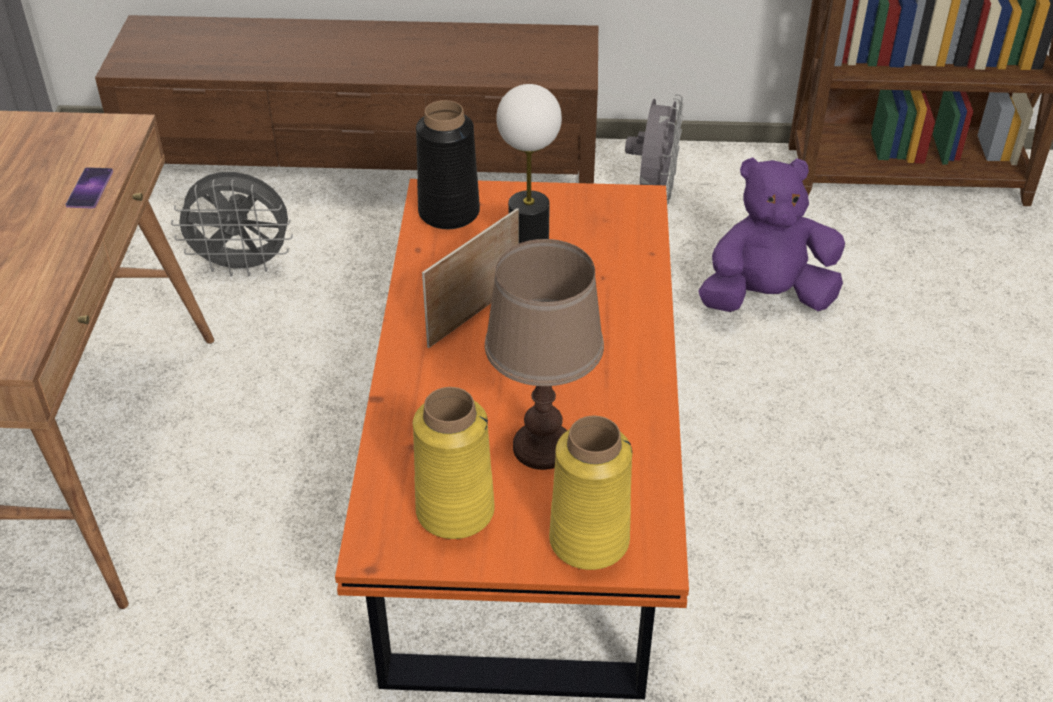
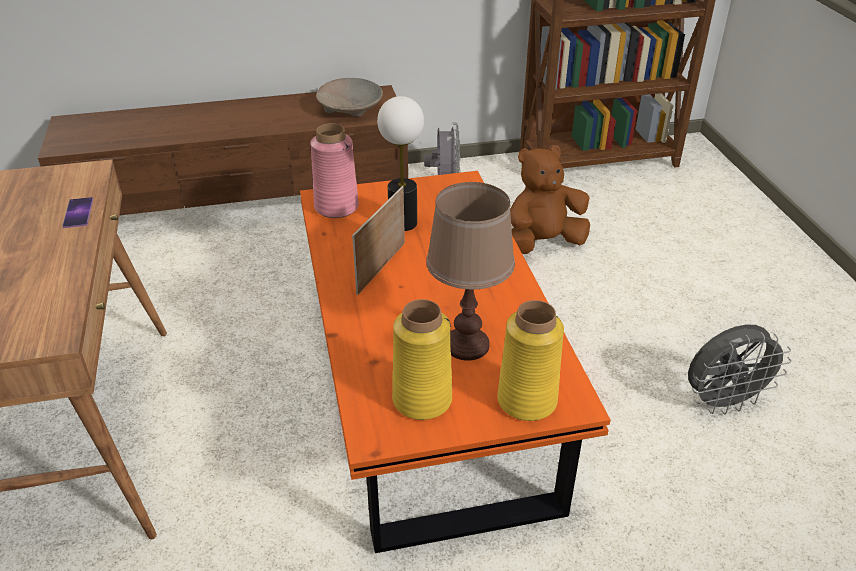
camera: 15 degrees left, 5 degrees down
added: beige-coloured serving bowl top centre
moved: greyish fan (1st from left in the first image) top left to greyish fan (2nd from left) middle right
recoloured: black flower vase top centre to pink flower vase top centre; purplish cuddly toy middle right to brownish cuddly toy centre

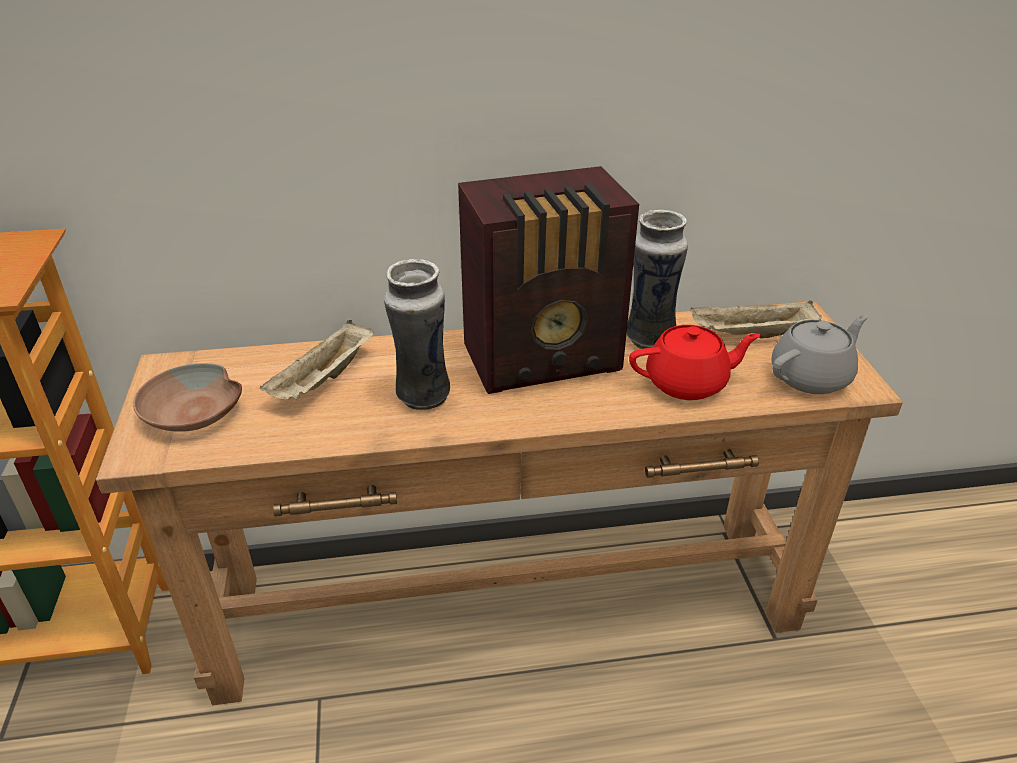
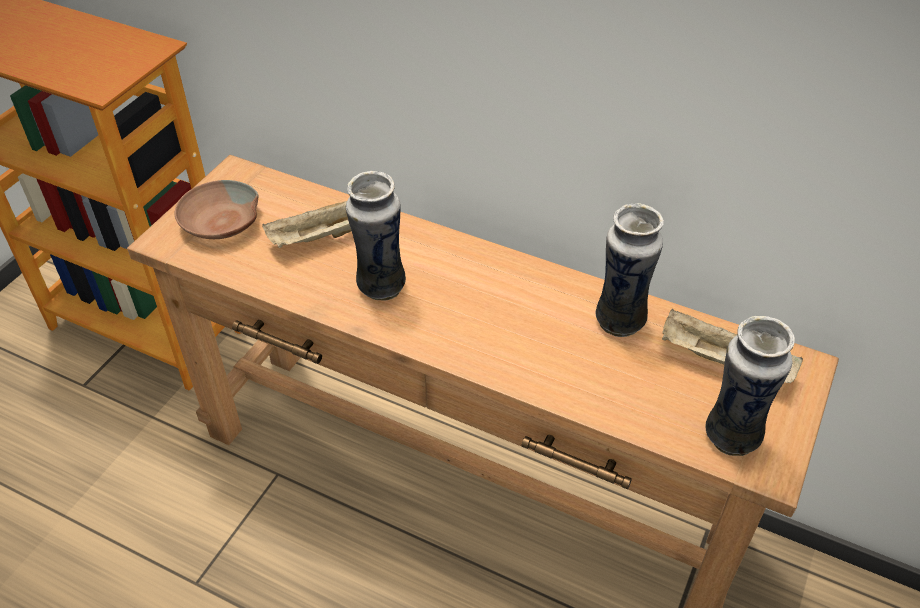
camera: 35 degrees right, 10 degrees up
removed: radio receiver centre; reddish tea pot middle right
replaced: greyish tea pot middle right to flower vase (3rd from left) middle right

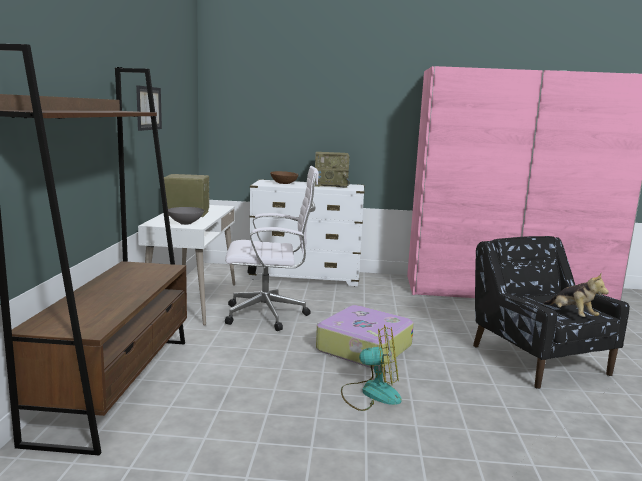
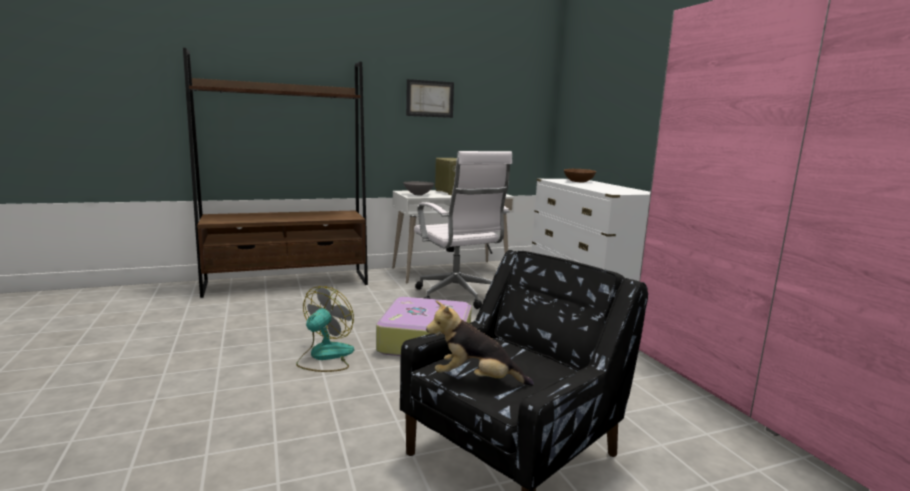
camera: 65 degrees right, 0 degrees up
removed: radio receiver (2nd from left) centre
turned: cuddly toy middle right = bottom centre 60 degrees clockwise; fan bottom centre = bottom centre 135 degrees counterclockwise

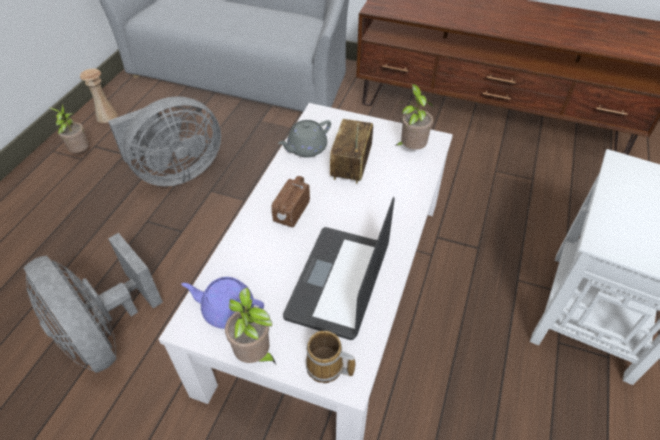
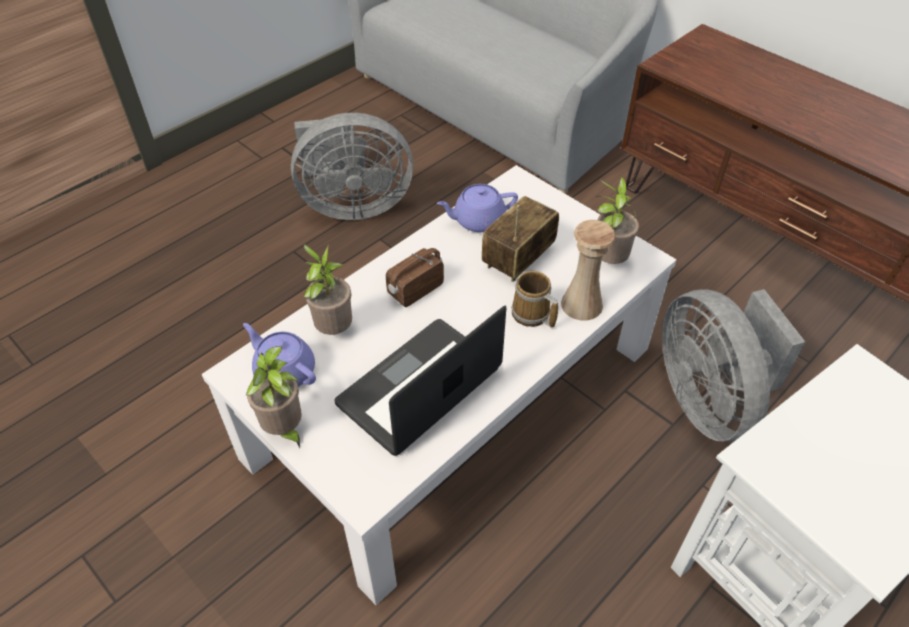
camera: 25 degrees right, 0 degrees up
moved: beige-coloured flower vase top left to centre; plant in a pot (1st from left in the first image) top left to plant in a pot (2nd from left) centre; greyish fan (1st from left in the first image) bottom left to greyish fan (2nd from left) middle right; tea mug bottom centre to centre
recoloured: greyish tea pot top centre to purplish tea pot (2nd from left) top centre

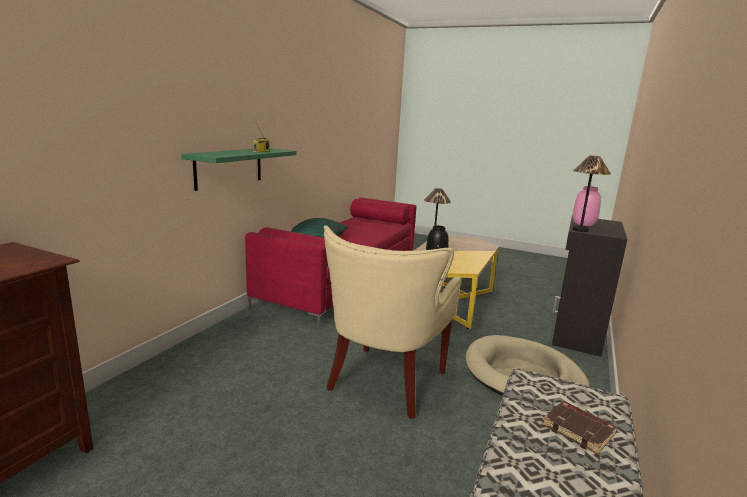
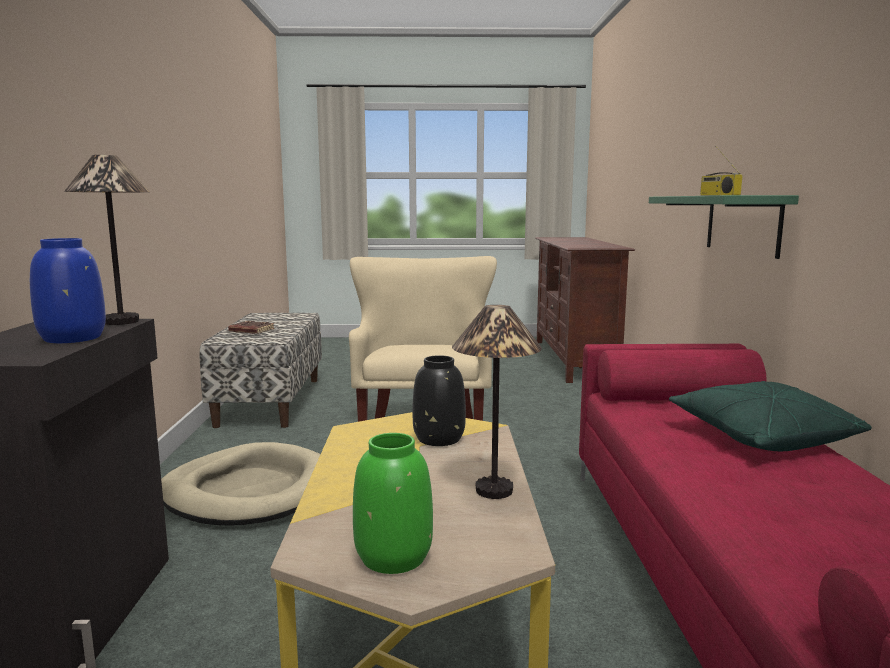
camera: 155 degrees right, 5 degrees down
added: greenish flower vase bottom centre
recoloured: pink flower vase middle right to bluish flower vase middle left

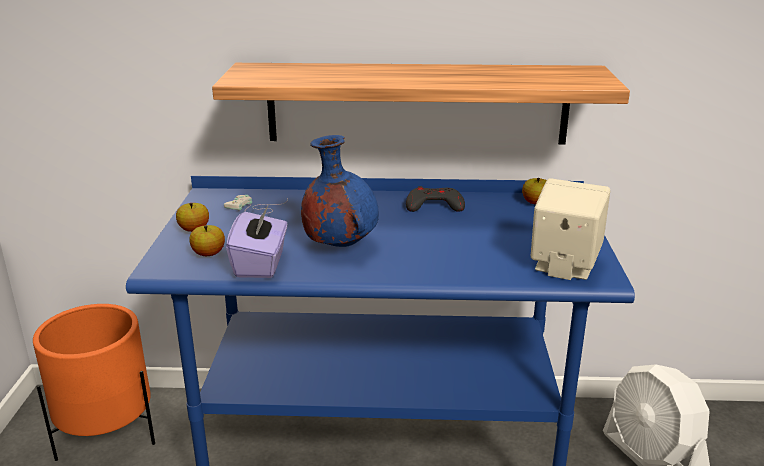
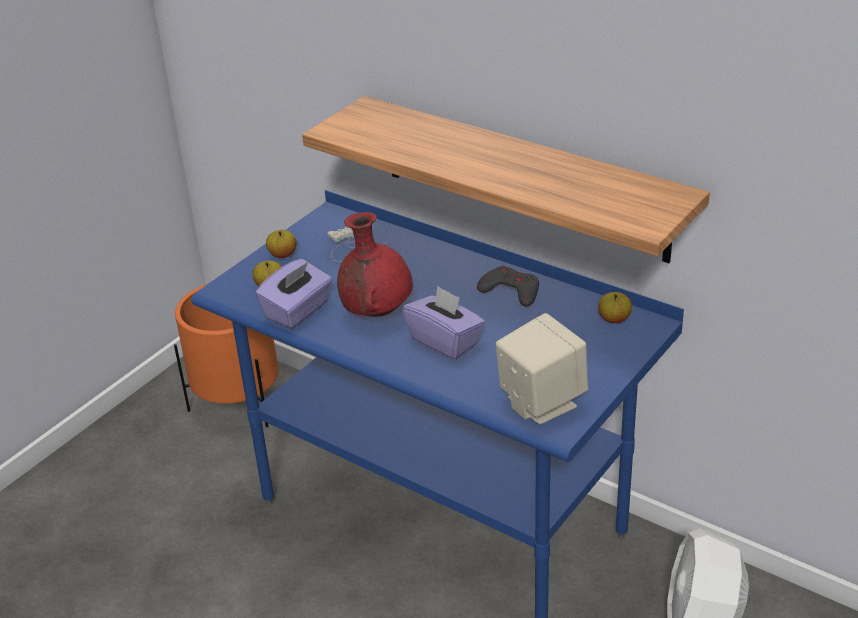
camera: 35 degrees right, 10 degrees up
added: purplish tissue holder (2nd from left) centre
recoloured: bluish flower vase centre to reddish flower vase centre

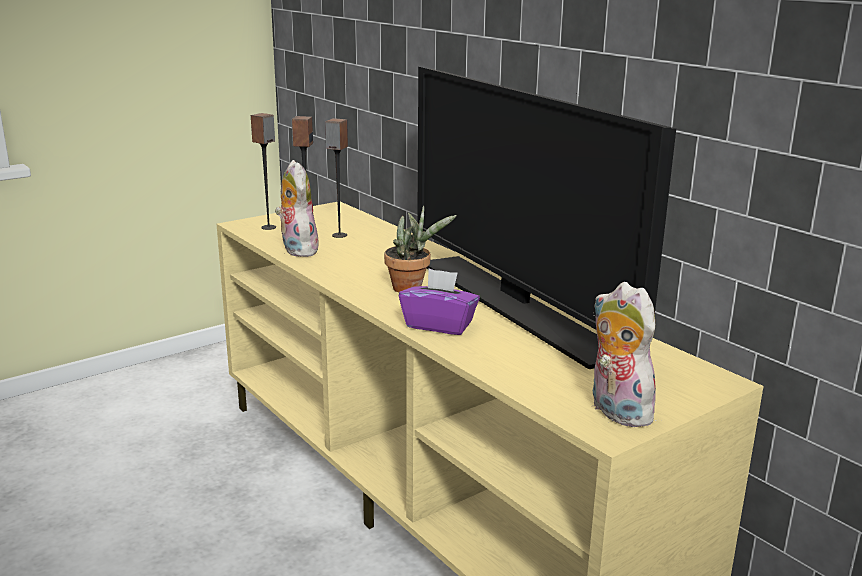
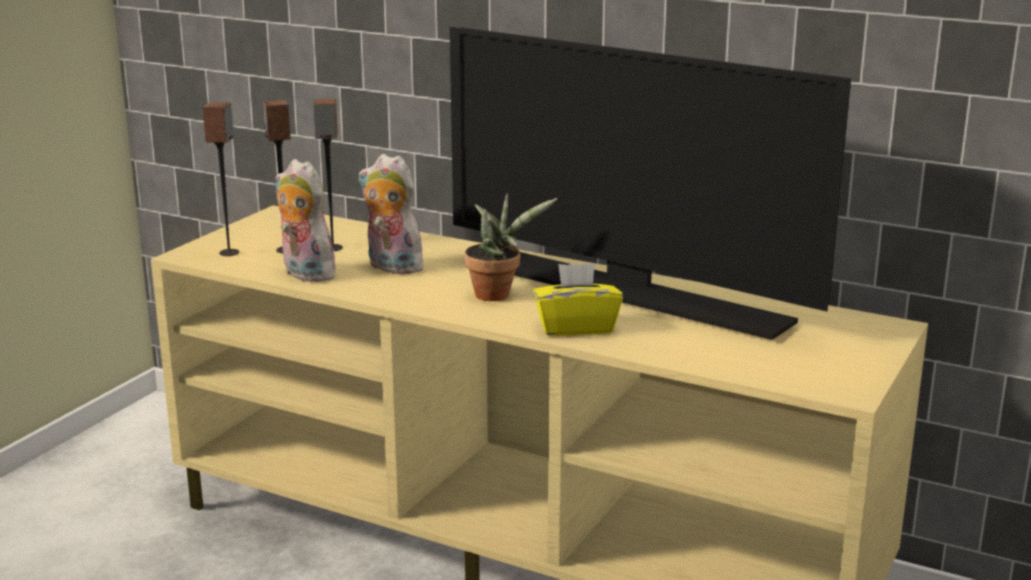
camera: 25 degrees left, 0 degrees up
moved: cuddly toy (2nd from left) middle right to centre
recoloured: purplish tissue holder centre to yellow-coloured tissue holder centre

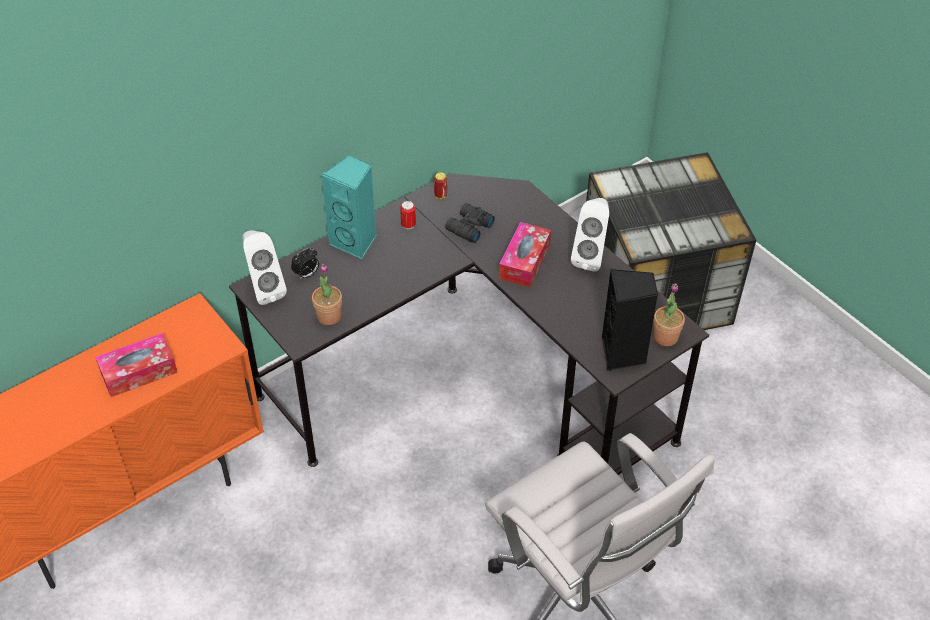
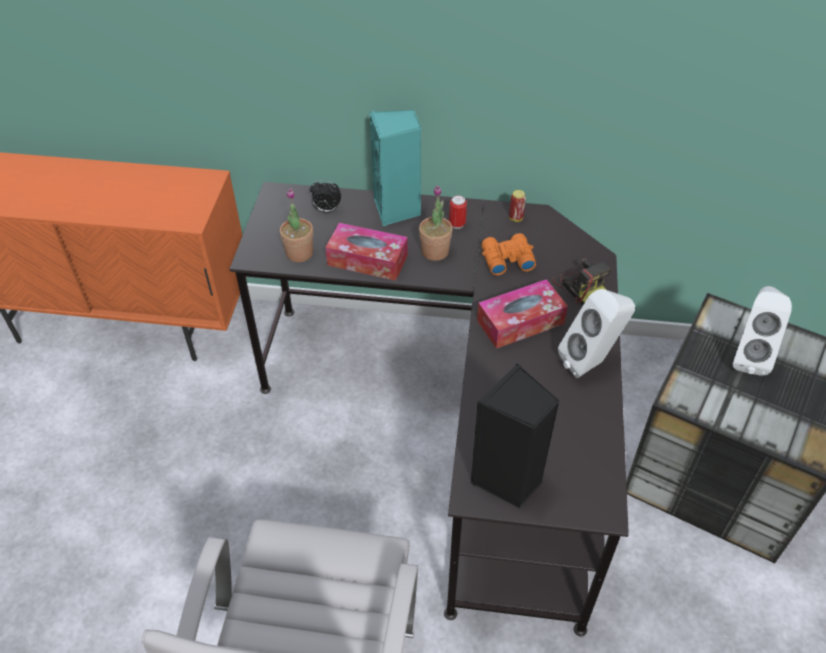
camera: 45 degrees right, 0 degrees up
added: photo camera middle right
moved: whitish loudspeaker (1st from left in the first image) middle left to whitish loudspeaker (2nd from left) middle right; plant in a pot (2nd from left) middle right to centre; tissue holder (1st from left) middle left to centre
recoloured: black field glasses centre to orangey field glasses centre

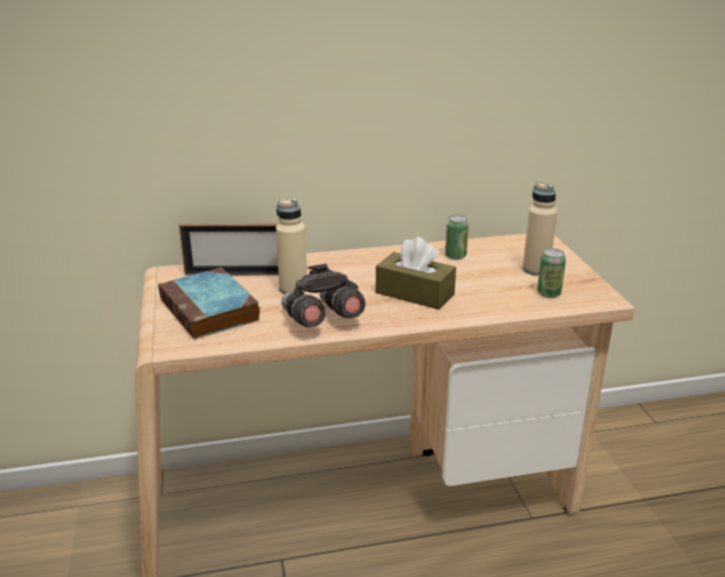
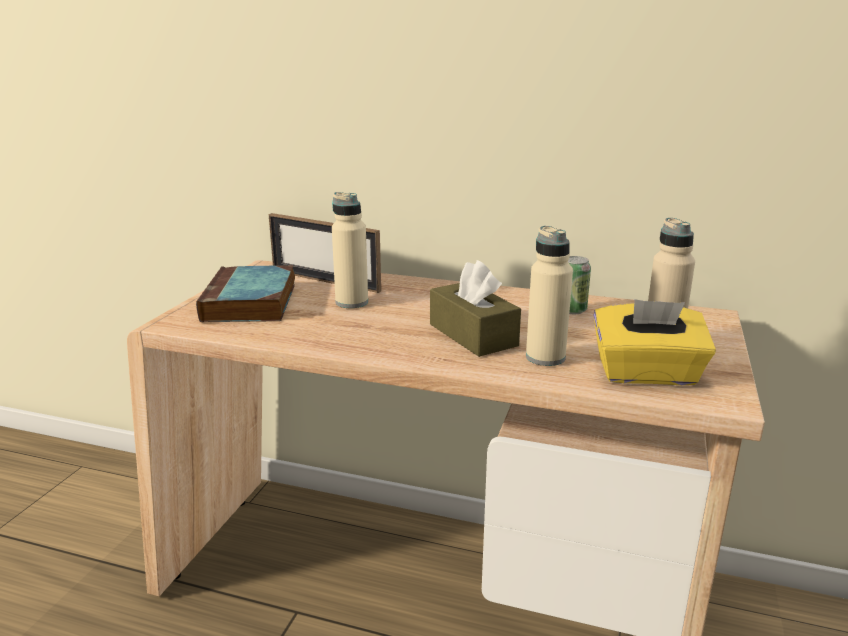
camera: 30 degrees right, 5 degrees down
removed: greyish field glasses centre
added: beige-coloured drink bottle (2nd from left) centre
replaced: metal can (2nd from left) middle right to yellow-coloured tissue holder middle right

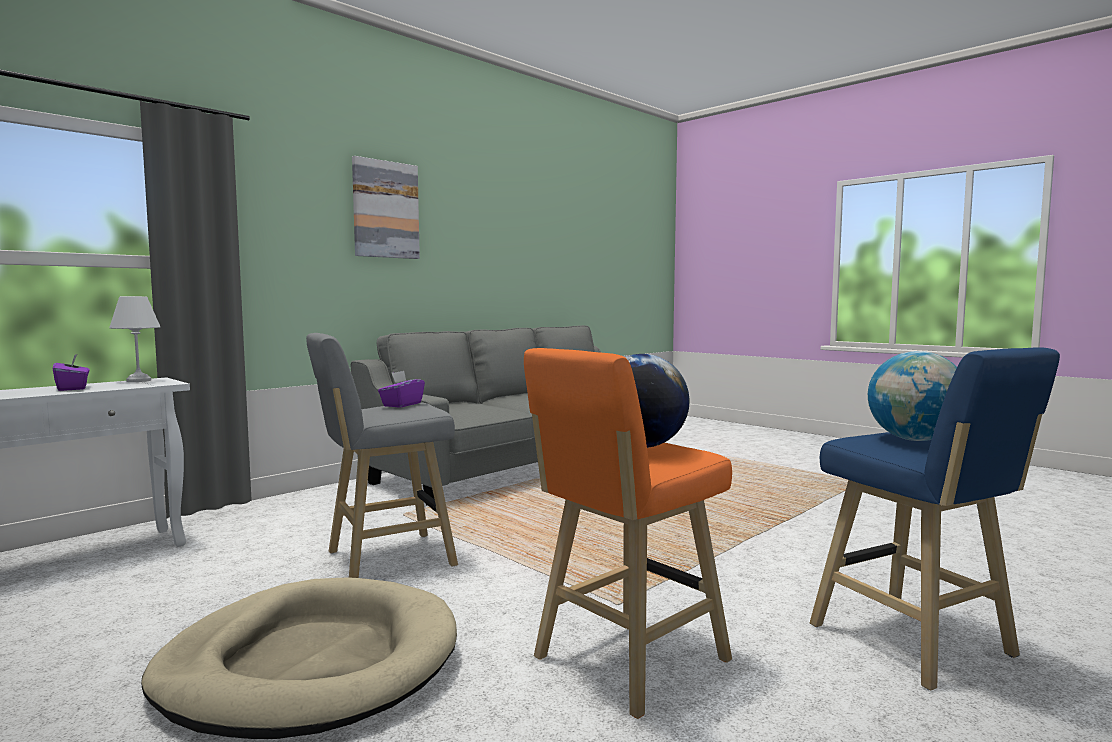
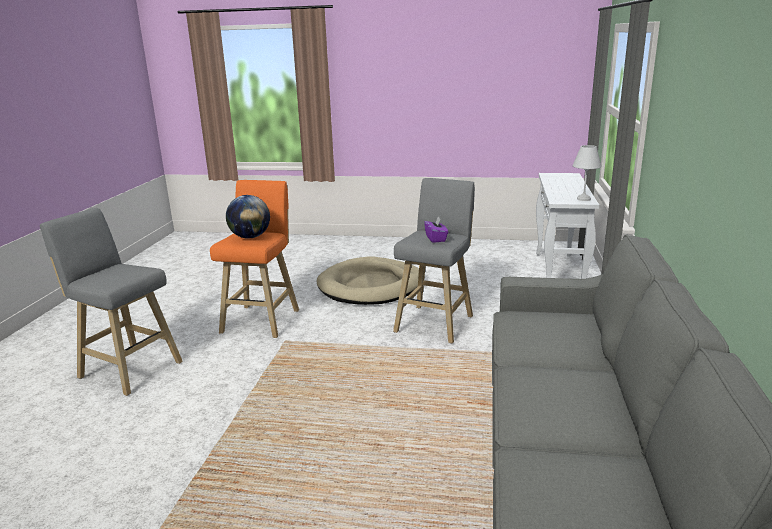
camera: 145 degrees right, 15 degrees up
removed: wall picture top centre; world globe (2nd from left) middle right; purplish tissue holder (1st from left) middle left
recoloured: bluish stool bottom right to greyish stool (1st from left) middle left

